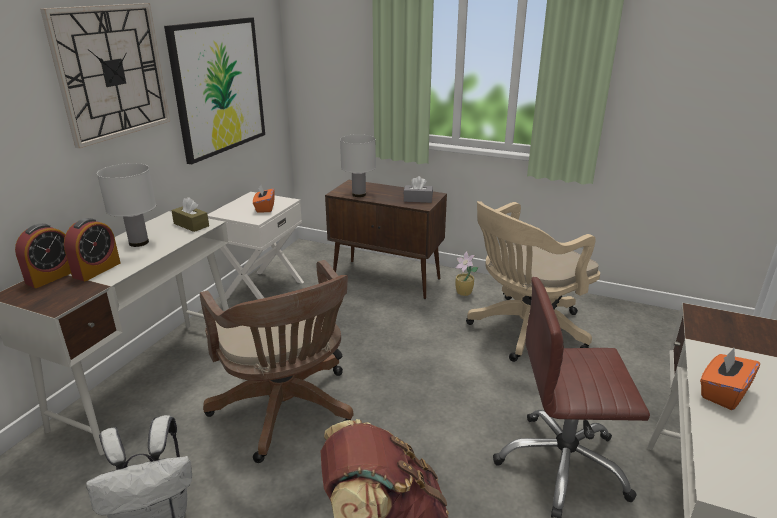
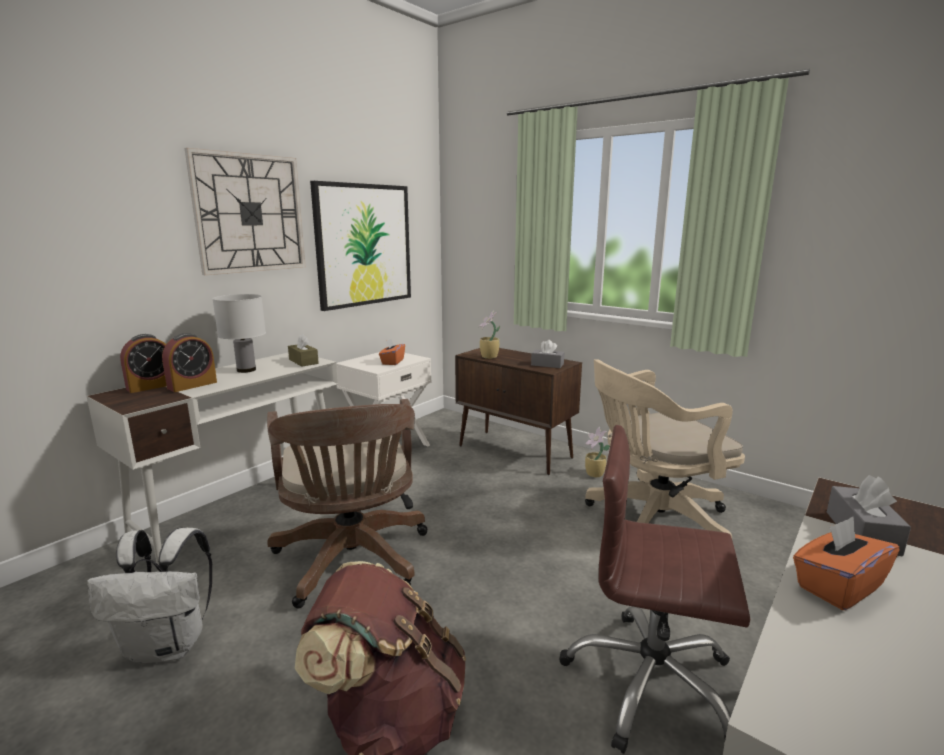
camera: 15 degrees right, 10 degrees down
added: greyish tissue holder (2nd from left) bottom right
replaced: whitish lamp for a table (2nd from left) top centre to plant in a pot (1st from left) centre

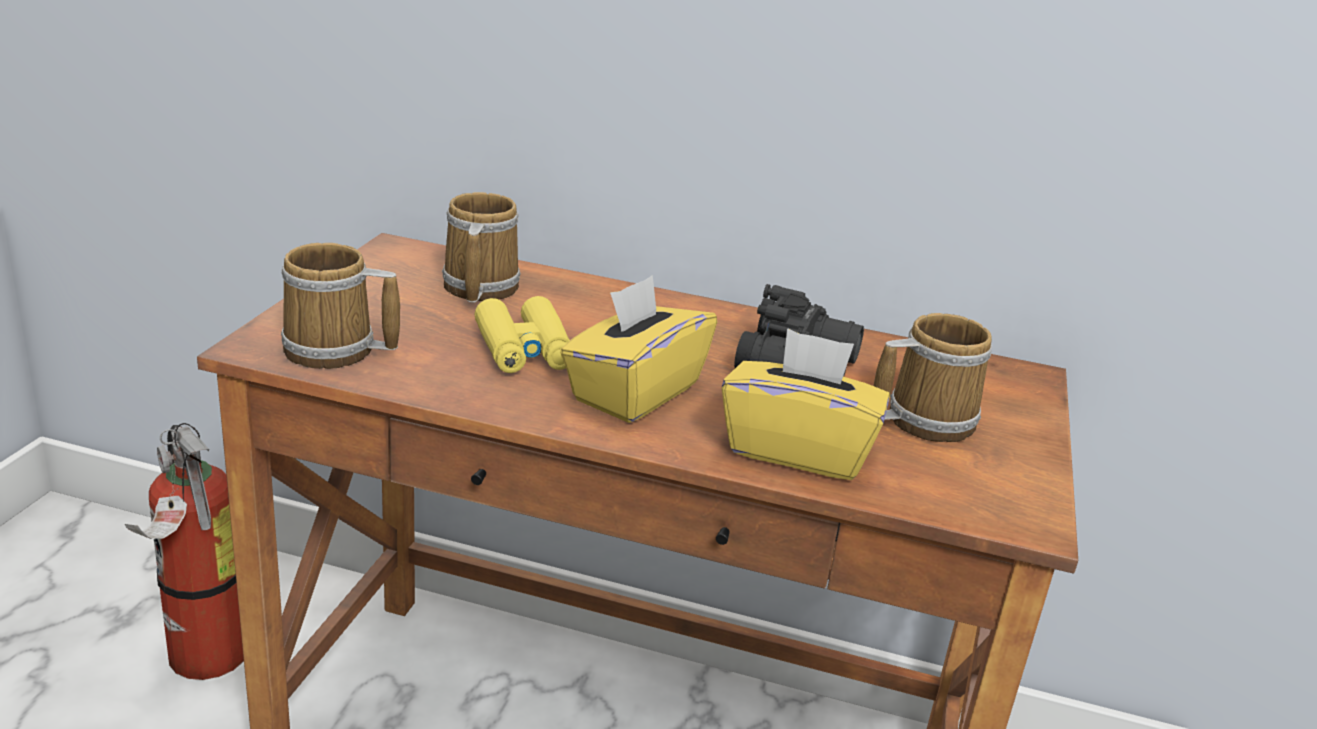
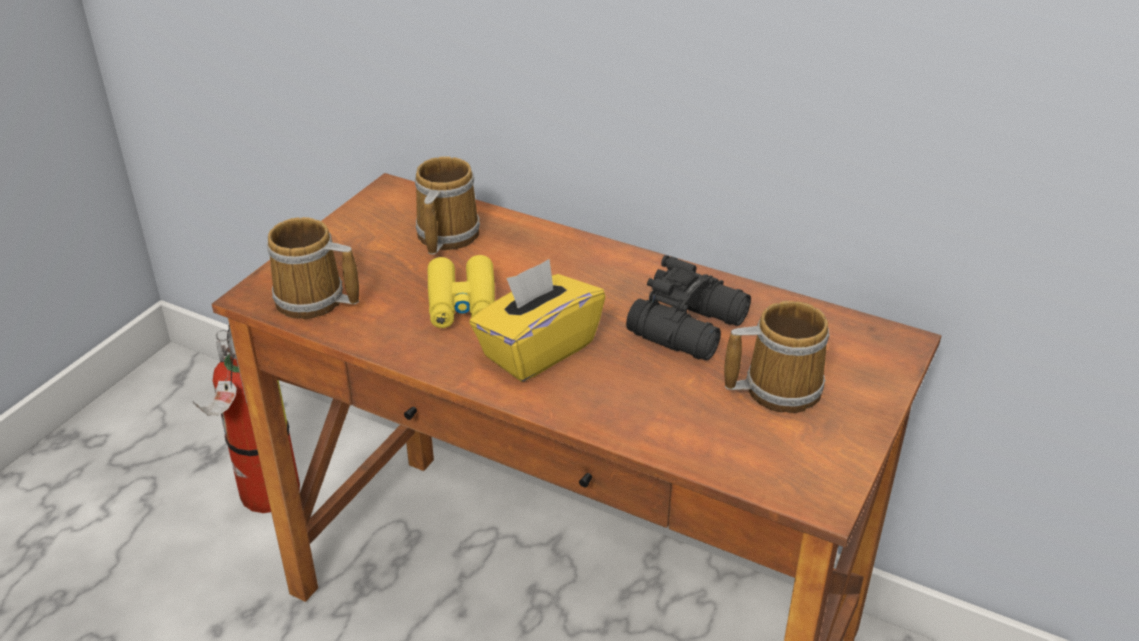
camera: 15 degrees right, 10 degrees up
removed: yellow-coloured tissue holder (2nd from left) centre

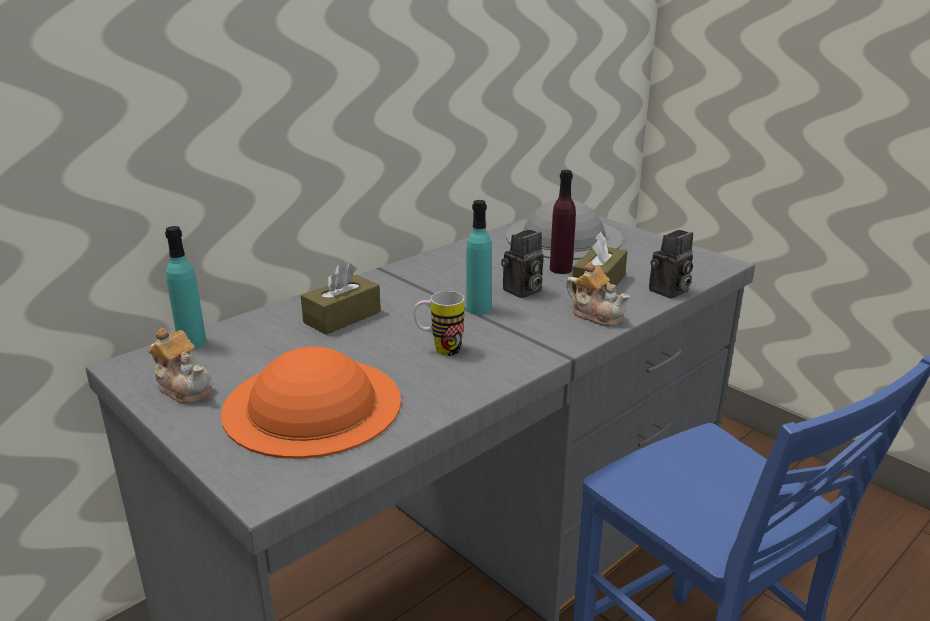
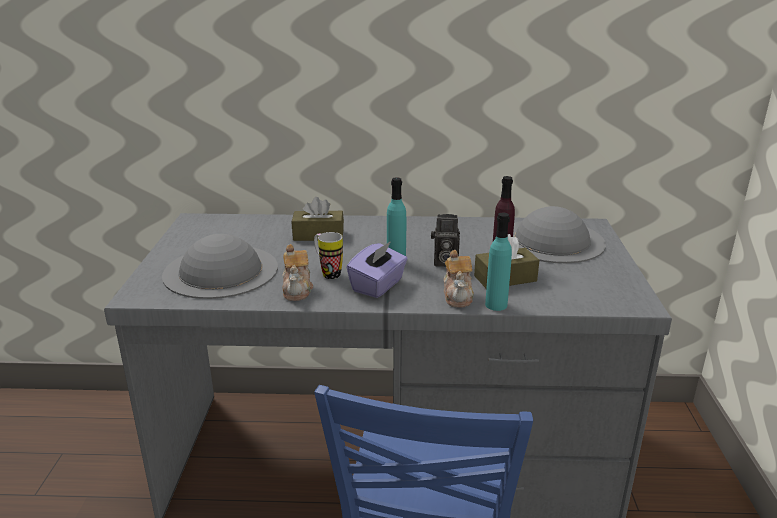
camera: 45 degrees right, 0 degrees up
removed: photo camera (2nd from left) middle right
added: purplish tissue holder centre
moved: blue-green drink bottle (1st from left in the first image) middle left to blue-green drink bottle (2nd from left) centre; tea pot (1st from left) middle left to centre
recoloured: orangey wearable hat centre to greyish wearable hat (1st from left) middle left

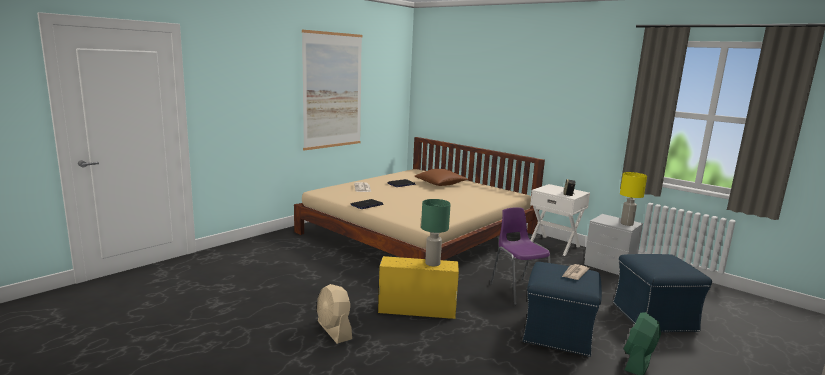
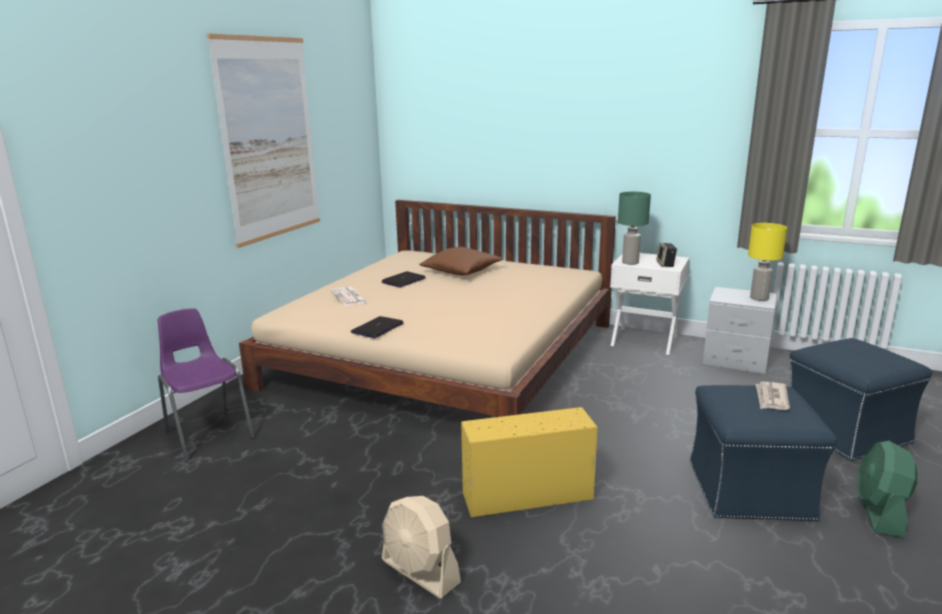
camera: 15 degrees left, 5 degrees up
moved: greenish lamp for a table centre to middle right; purplish plain chair bottom centre to middle left

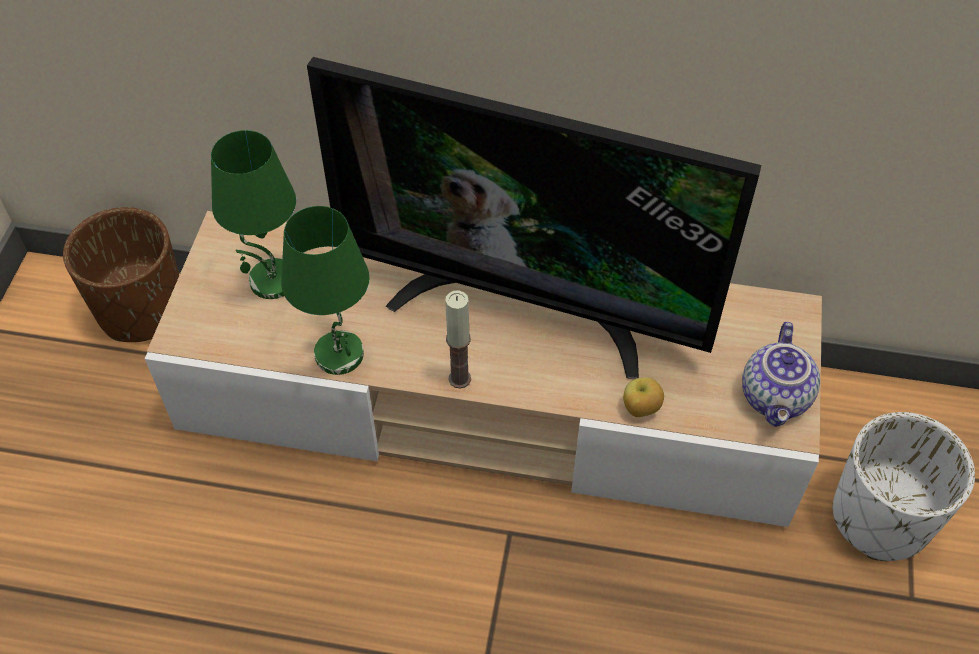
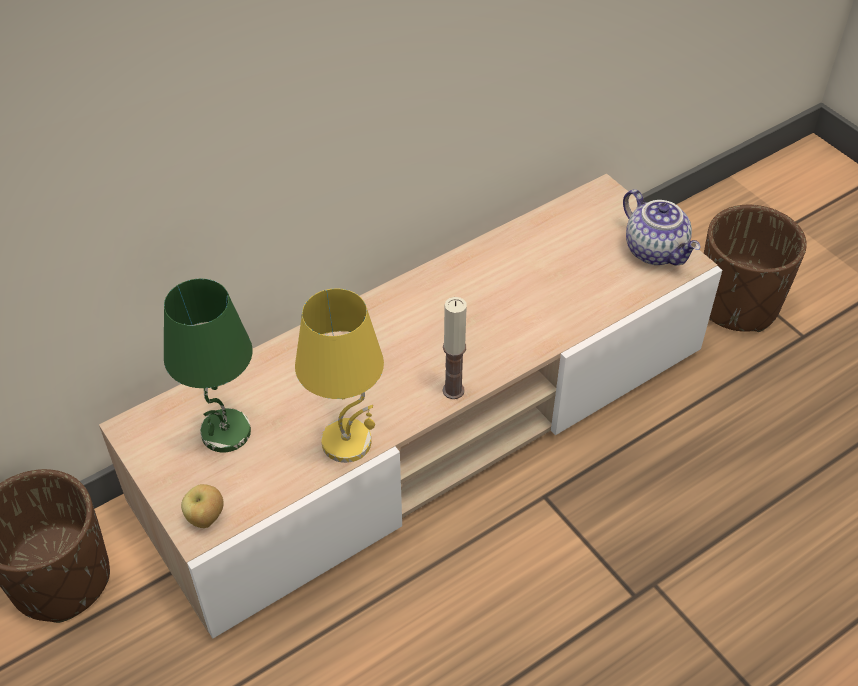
camera: 45 degrees left, 5 degrees down
removed: TV set centre
moved: apple fruit centre to bottom left
recoloured: greenish lamp for a table (2nd from left) middle left to yellow-coloured lamp for a table centre; whitish planter bottom right to brownish planter (2nd from left) middle right

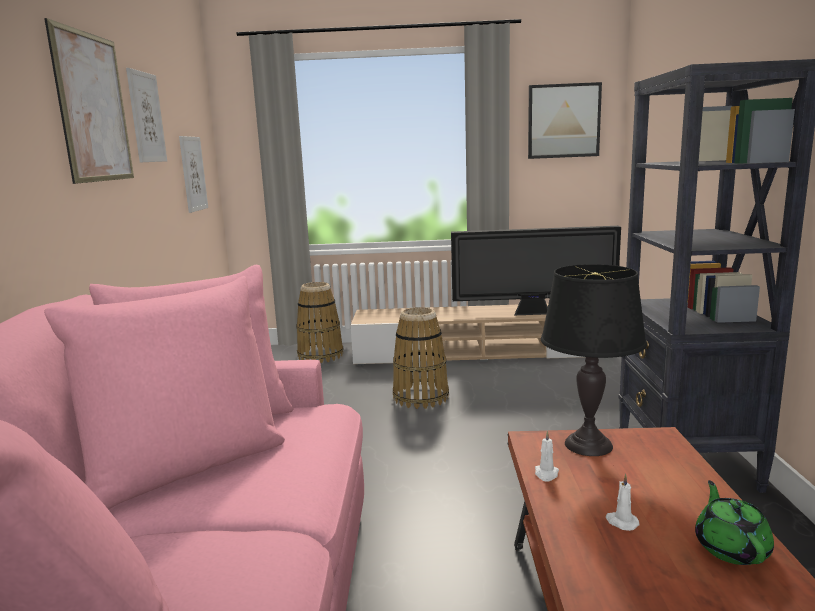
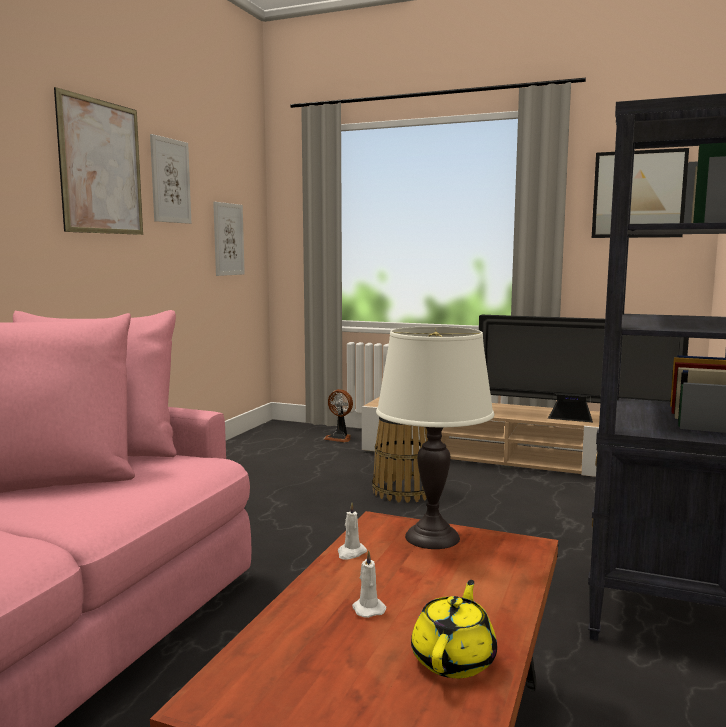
camera: 20 degrees right, 5 degrees down
replaced: storage basket (1st from left) centre to fan centre
recoloured: black lamp for a table middle right to whitish lamp for a table centre; greenish tea pot bottom right to yellow-coloured tea pot bottom centre

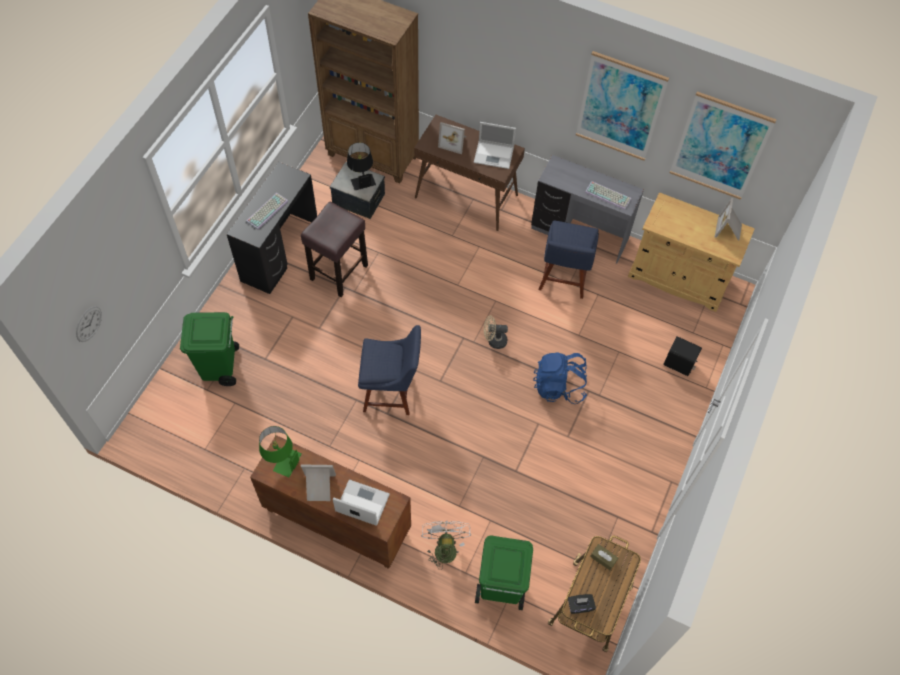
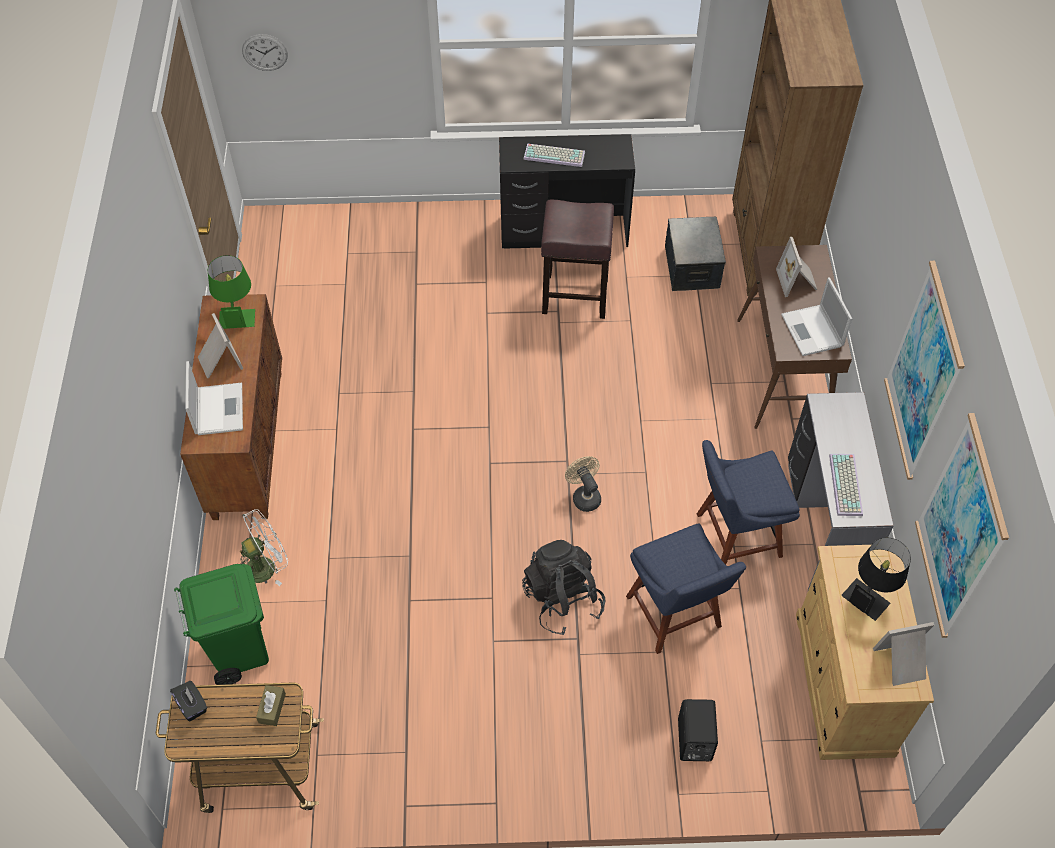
camera: 65 degrees right, 5 degrees down
removed: greenish rubbish bin (1st from left) middle left
moved: black lamp for a table top centre to bottom right; bluish plain chair (1st from left) centre to bottom centre
recoloured: bluish knapsack centre to black knapsack bottom centre

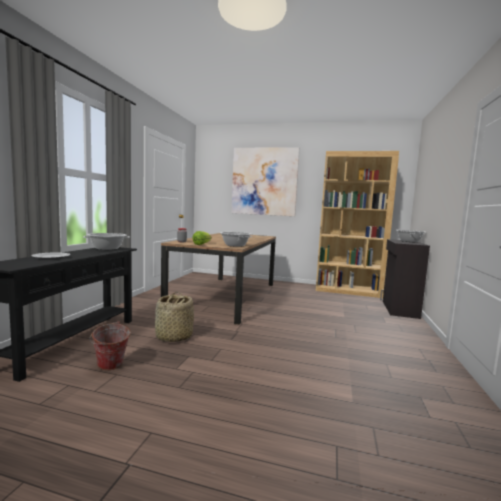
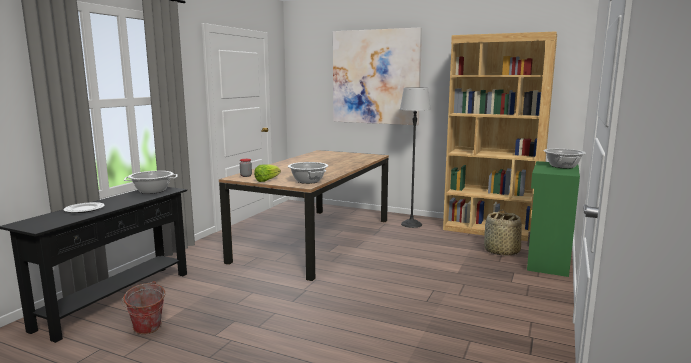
camera: 10 degrees right, 5 degrees up
added: floor lamp centre
moved: storage basket centre to middle right
recoloured: black storage cabinet middle right to greenish storage cabinet middle right

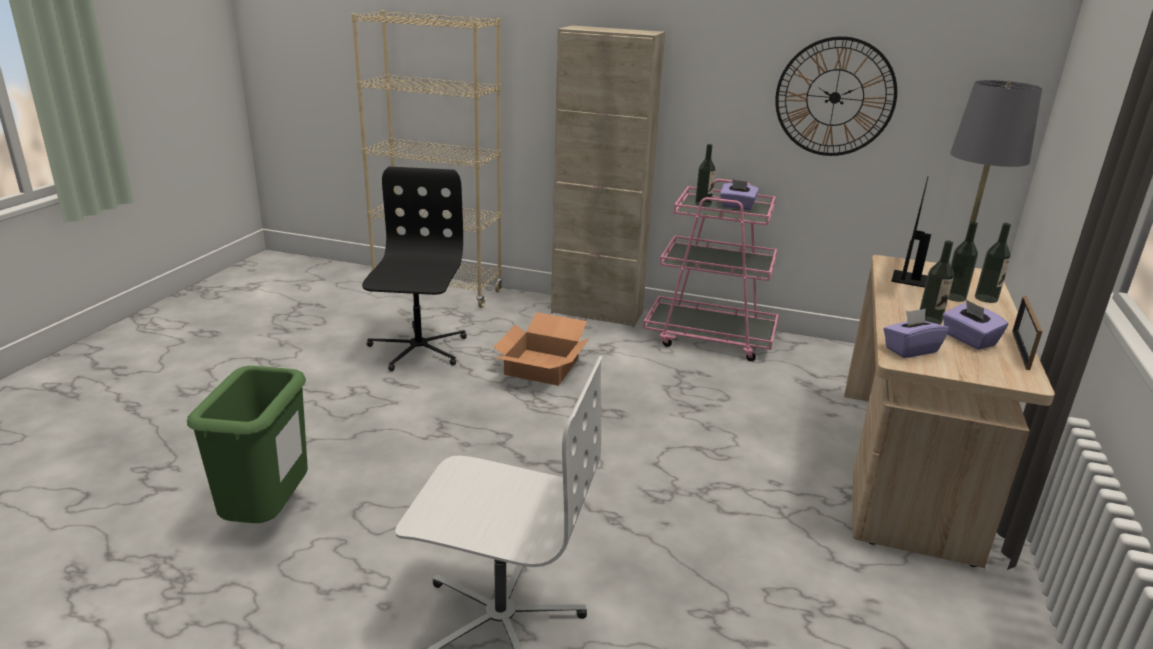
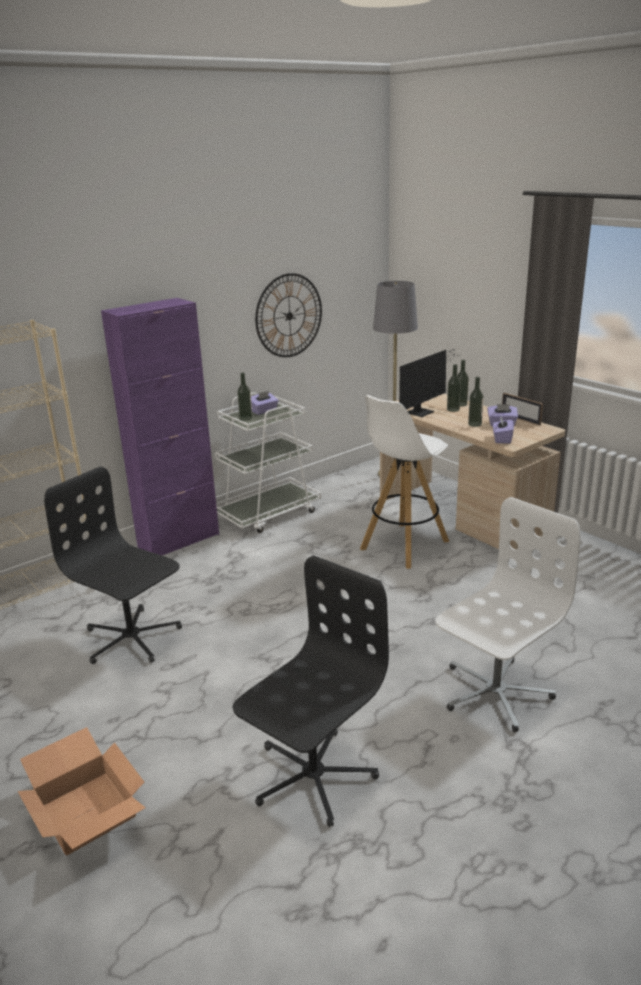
camera: 55 degrees left, 0 degrees up
added: whitish stool centre
moved: packing box centre to bottom left
replaced: greenish rubbish bin bottom left to black desk chair (2nd from left) bottom centre
recoloured: beige-coloured storage cabinet top centre to purplish storage cabinet middle left; pink trolley centre to whitish trolley centre
turned: computer screen middle right = middle right 105 degrees counterclockwise

